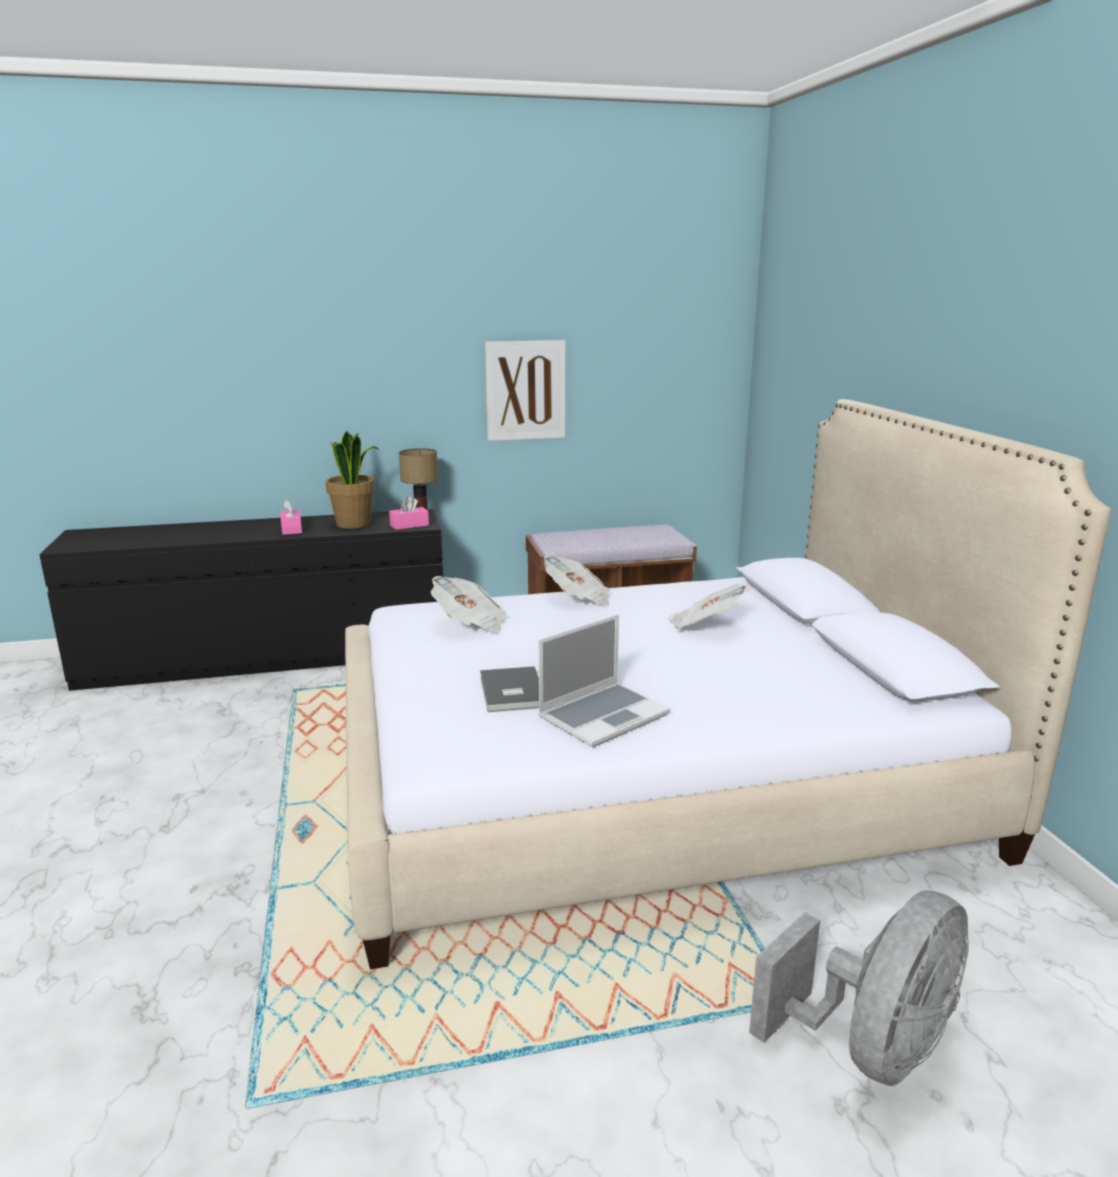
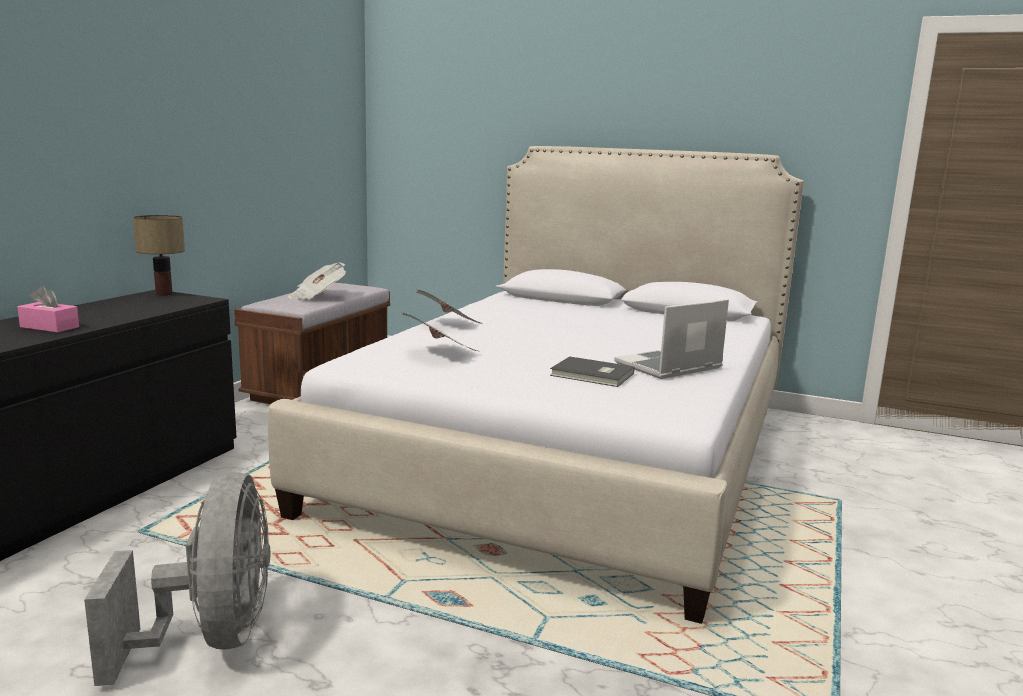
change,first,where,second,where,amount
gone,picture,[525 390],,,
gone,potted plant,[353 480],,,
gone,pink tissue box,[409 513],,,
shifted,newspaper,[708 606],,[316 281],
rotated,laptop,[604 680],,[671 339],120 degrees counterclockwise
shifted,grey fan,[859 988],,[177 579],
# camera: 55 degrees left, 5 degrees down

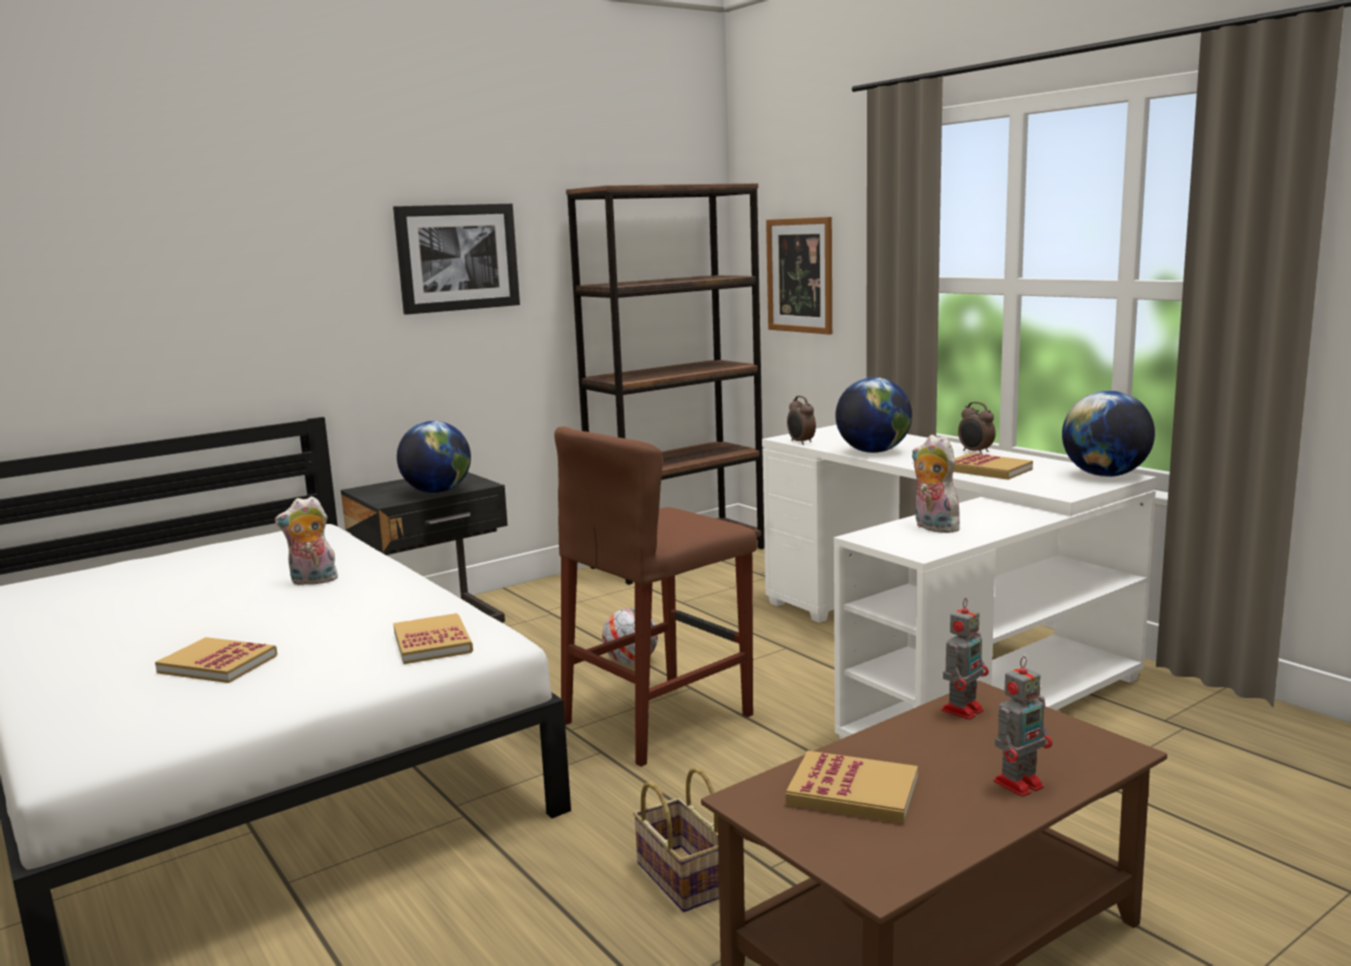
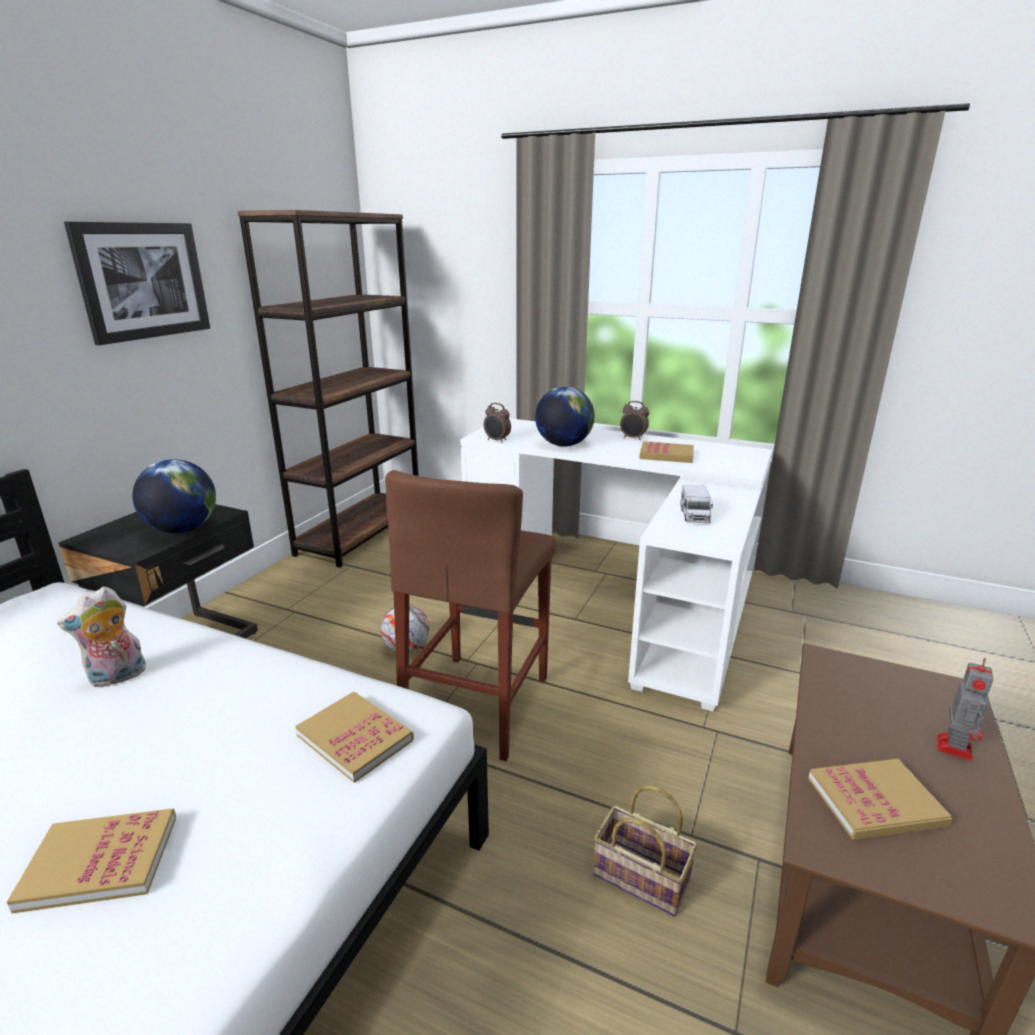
change,first,where,second,where,amount
gone,picture,[799 276],,,
gone,globe,[1108 433],,,
swapped,plush toy,[935 484],toy truck,[696 504],
gone,toy robot,[965 659],,,
# camera: 30 degrees left, 10 degrees up

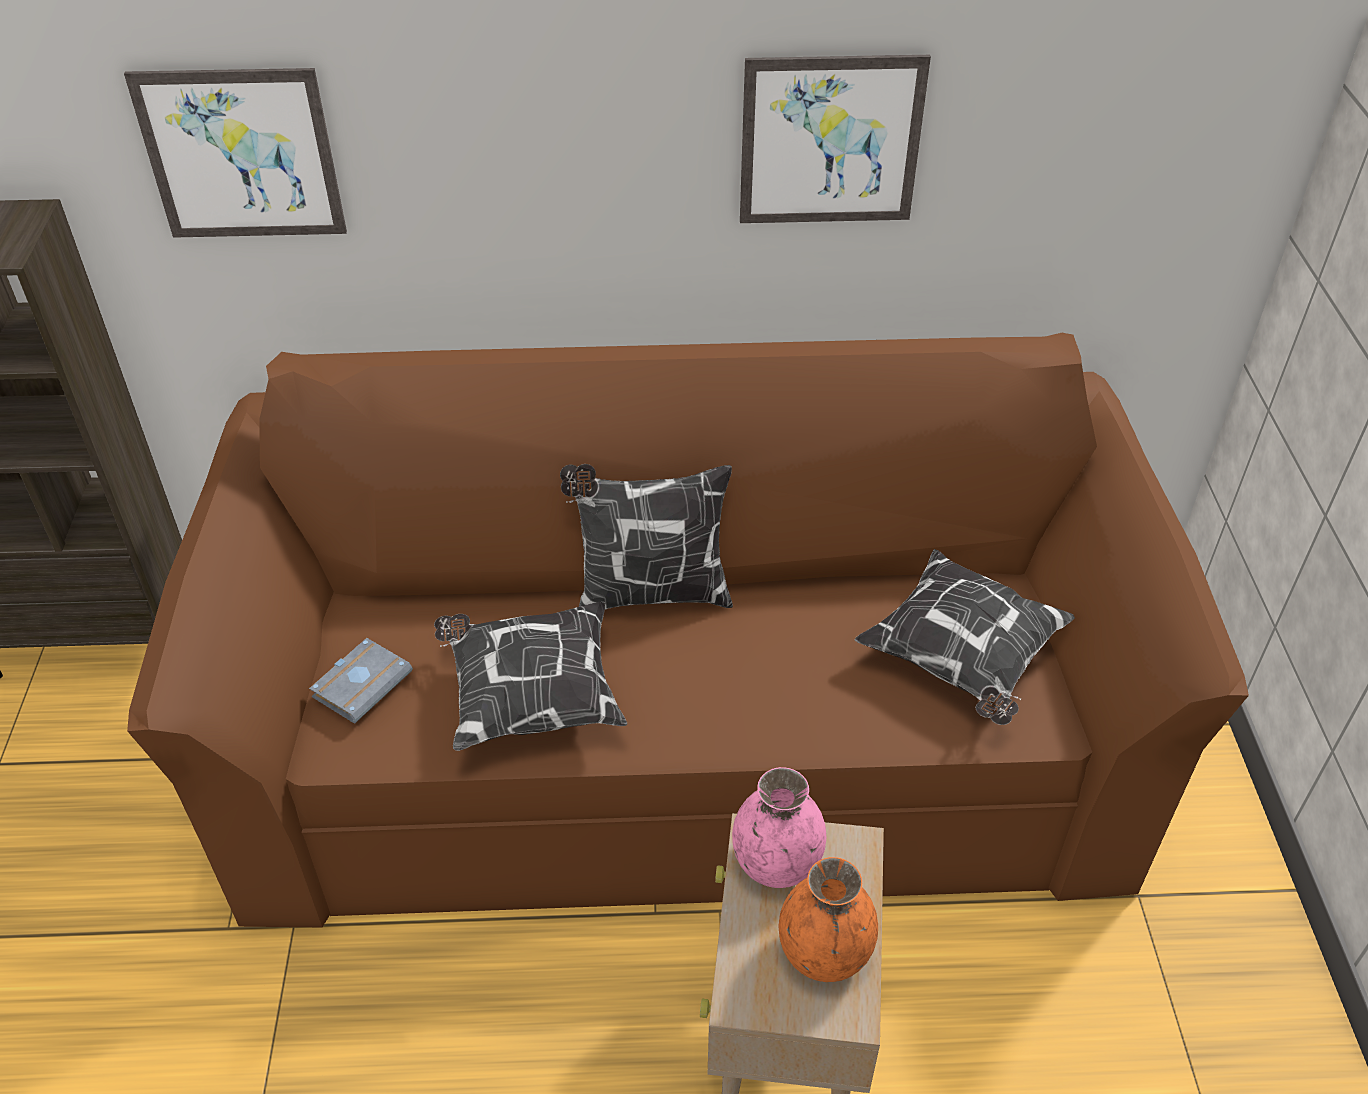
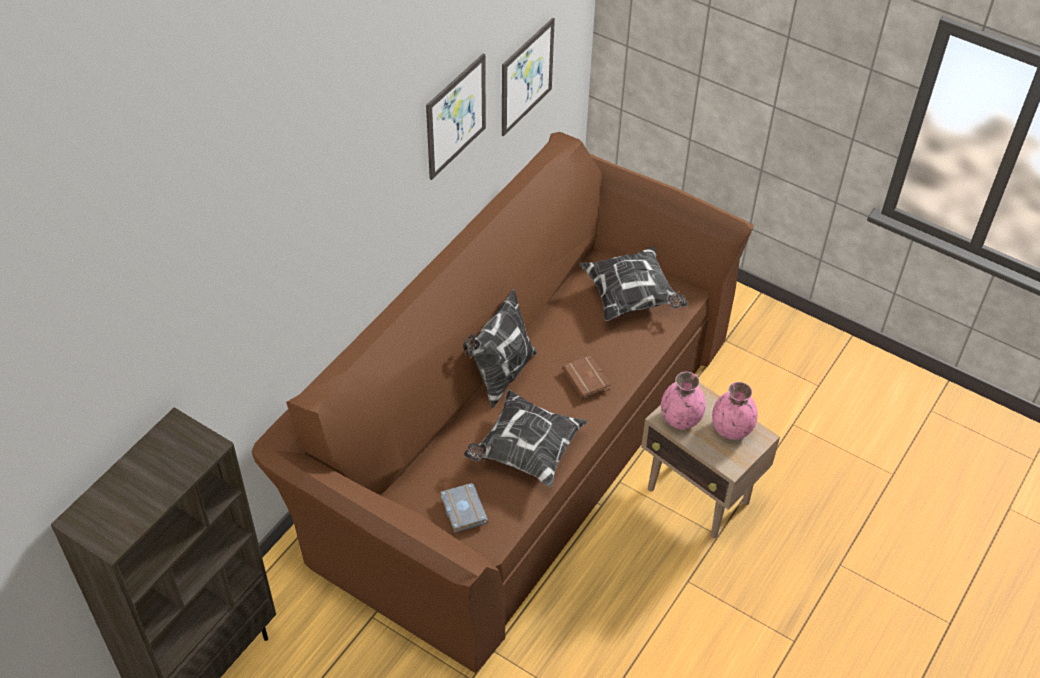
change,first,where,second,where,amount
shifted,picture,[235 153],,[528 77],
repainted,orange vase,[828 919],pink vase,[735 411],
new,,,brown book,[586 377],
# camera: 55 degrees left, 5 degrees up

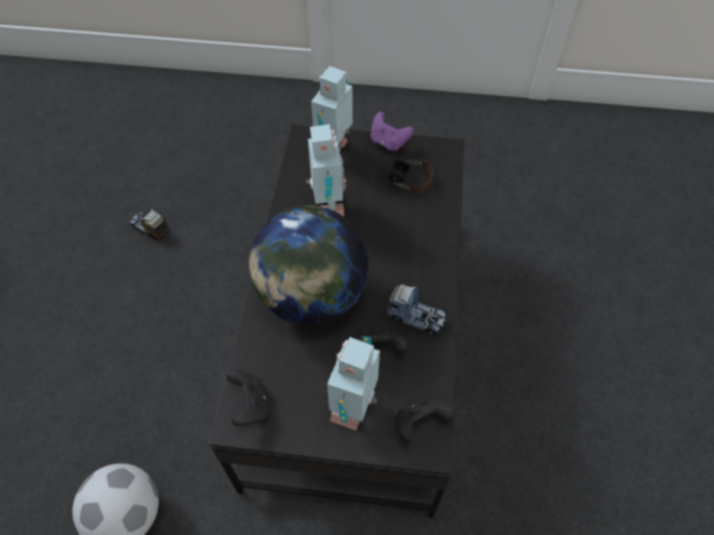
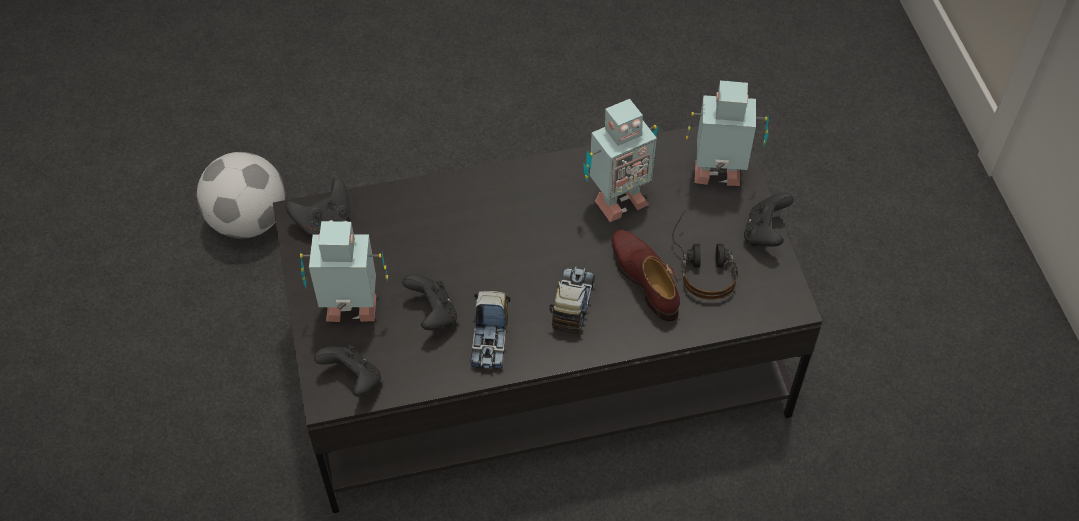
change,first,where,second,where,amount
repainted,purple game controller,[392 131],black game controller,[769 220],
gone,globe,[308 265],,,
shifted,toy truck,[150 224],,[572 300],
new,,,brown shoe,[645 275],
# camera: 70 degrees right, 0 degrees up

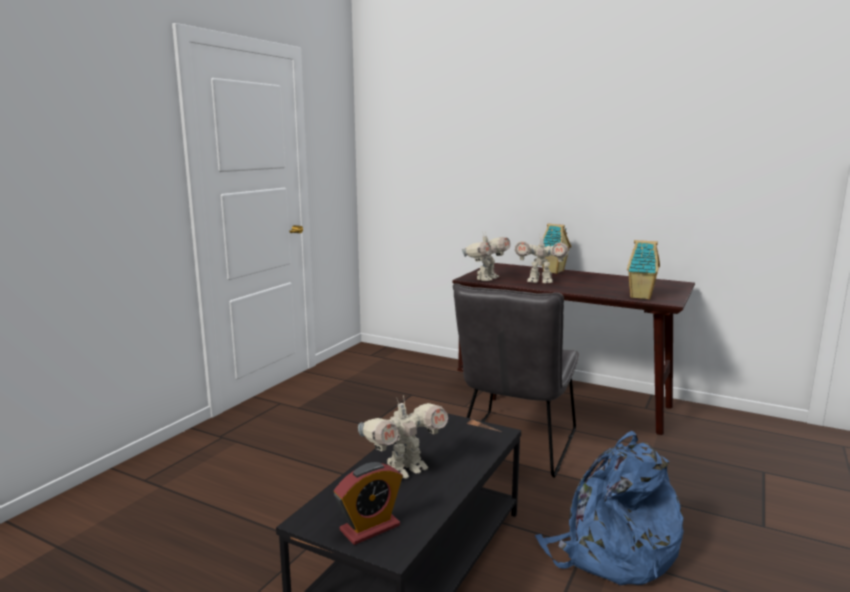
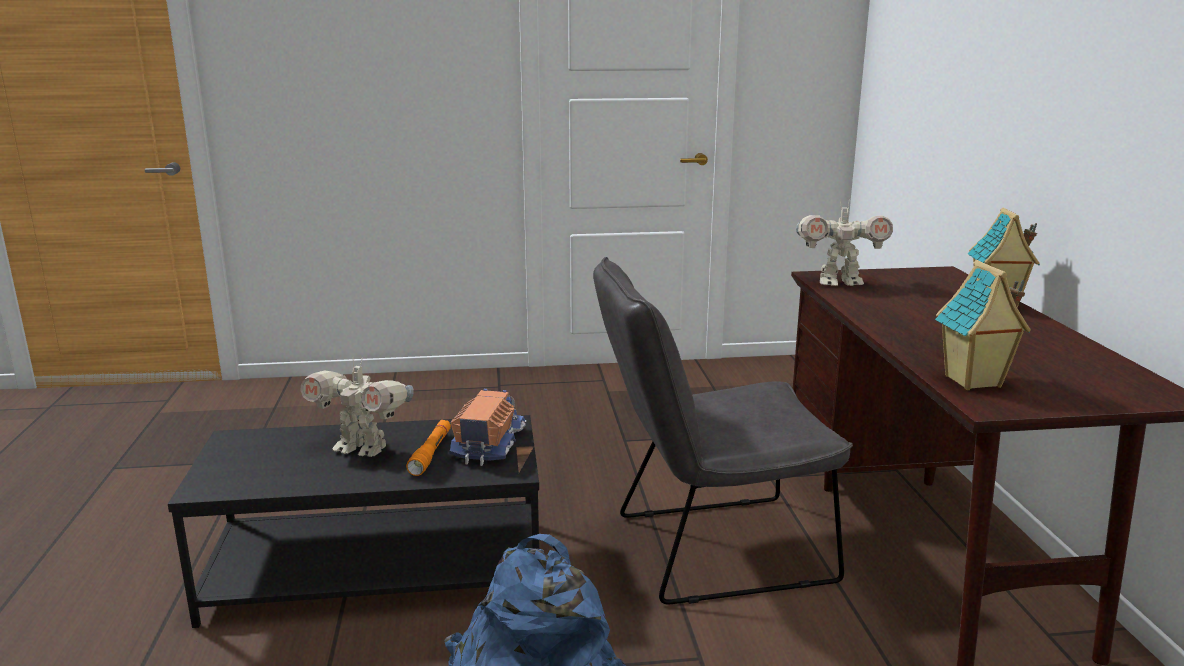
change,first,where,second,where,amount
gone,toy robot,[542 259],,,
gone,alarm clock,[368 503],,,
new,,,toy truck,[487 427],
new,,,orange flashlight,[428 448],
# camera: 55 degrees right, 5 degrees up

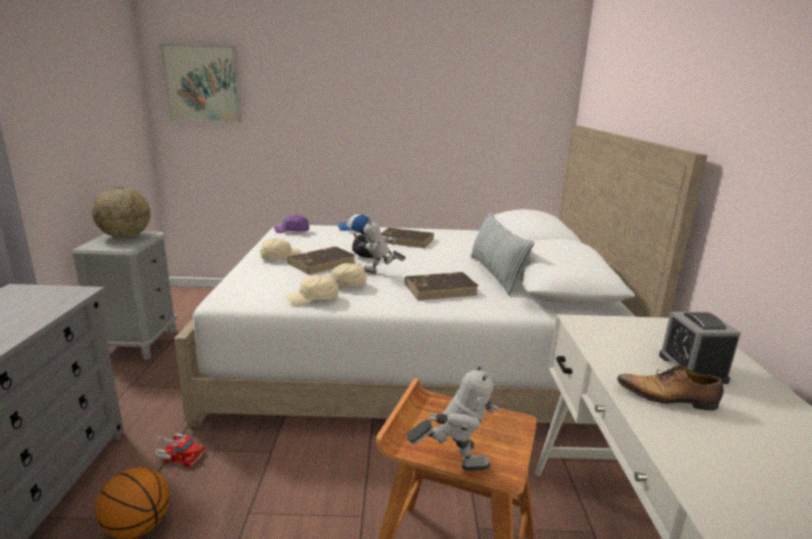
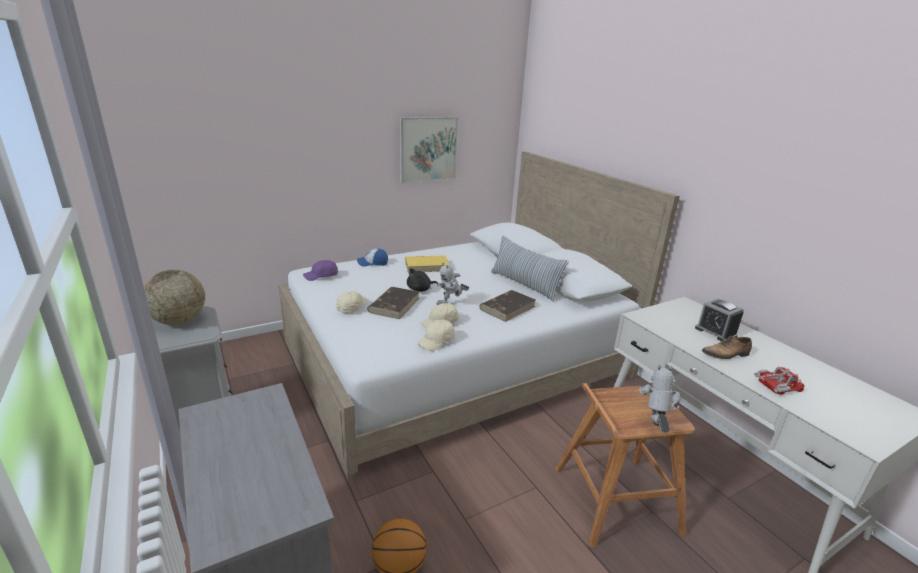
change,first,where,second,where,amount
shifted,picture,[201 83],,[429 150],
repainted,brown book,[407 238],yellow book,[427 264],
rotated,toy robot,[452 417],,[660 399],45 degrees counterclockwise
shifted,toy truck,[180 450],,[779 381],
# camera: 30 degrees left, 5 degrees up

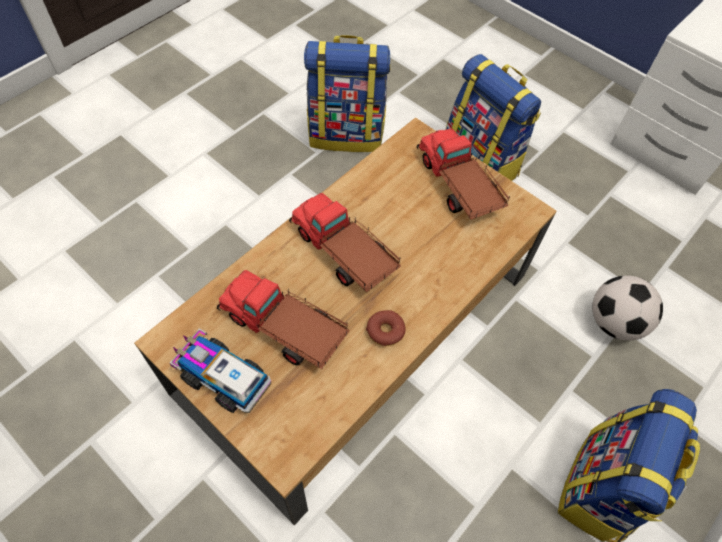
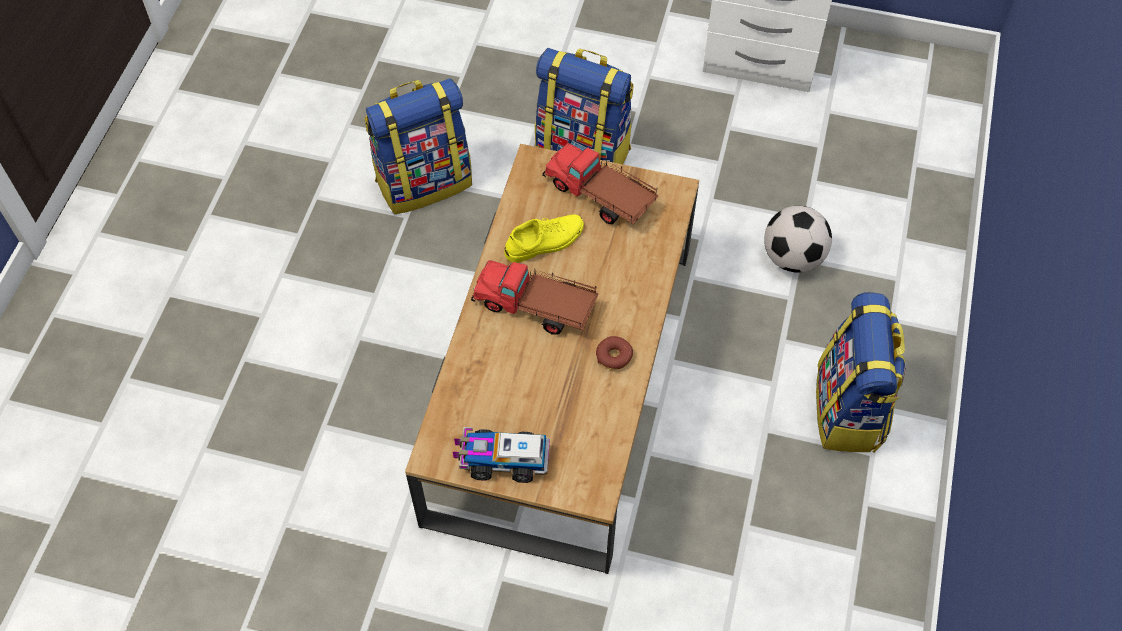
change,first,where,second,where,amount
gone,toy truck,[283 319],,,
new,,,yellow shoe,[544 238],
# camera: 25 degrees left, 0 degrees up

